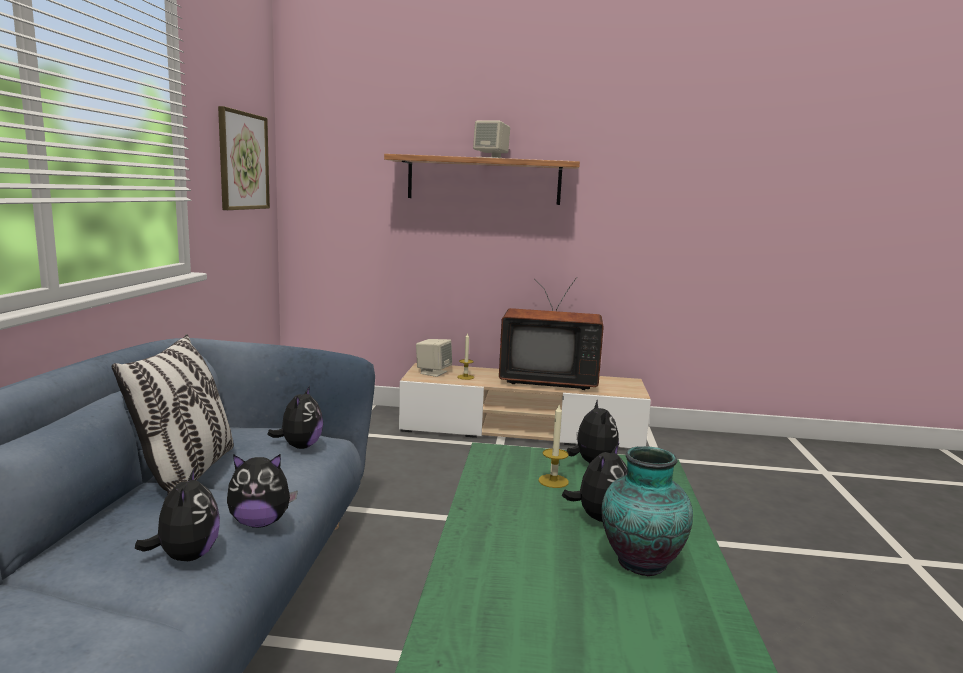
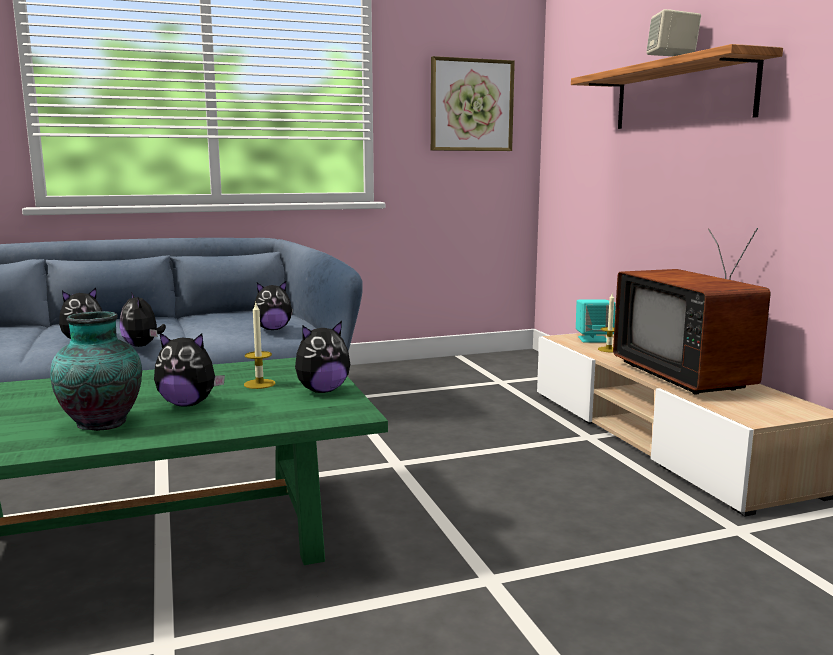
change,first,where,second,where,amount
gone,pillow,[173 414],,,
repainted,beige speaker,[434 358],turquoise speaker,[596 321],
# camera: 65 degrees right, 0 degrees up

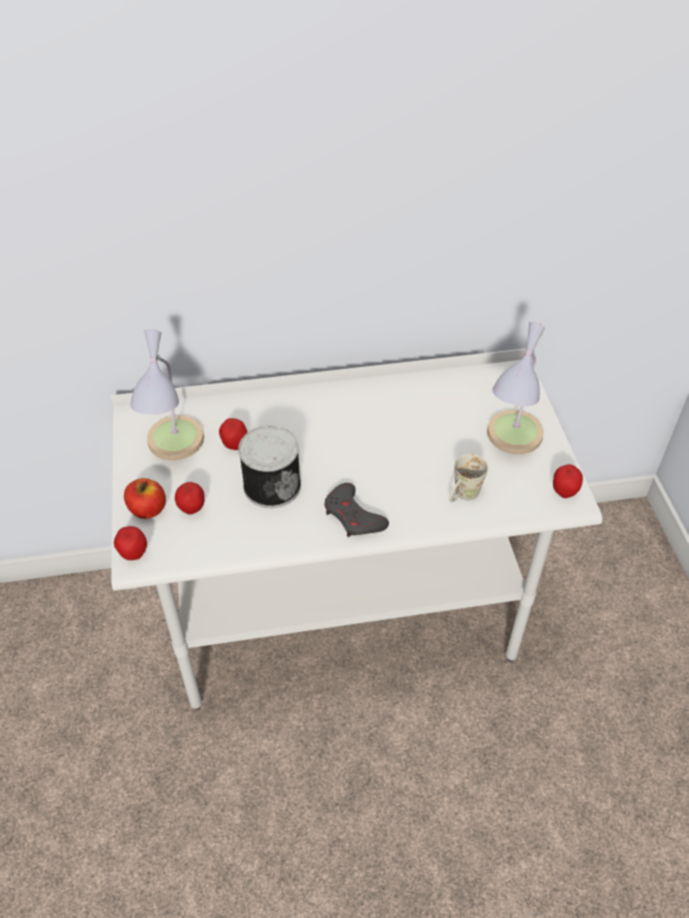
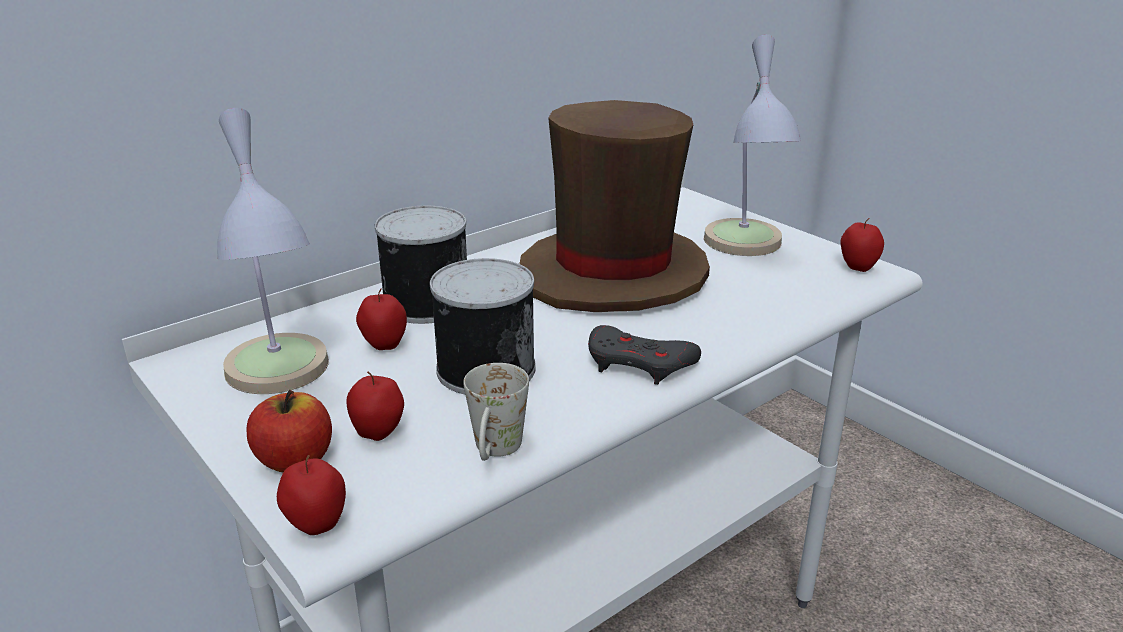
change,first,where,second,where,amount
shifted,white mug,[468 478],,[496 412],
new,,,brown hat,[614 206],
new,,,can,[421 265],
# camera: 30 degrees left, 20 degrees down

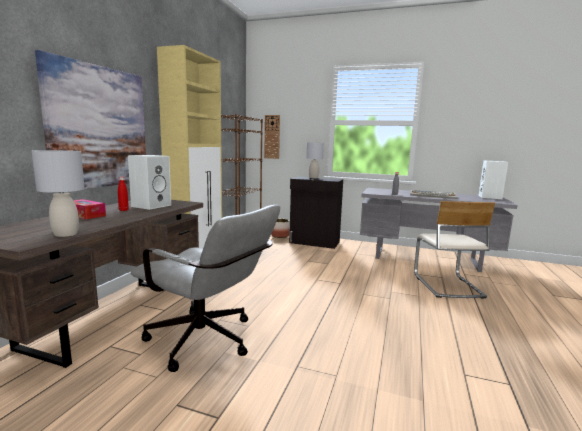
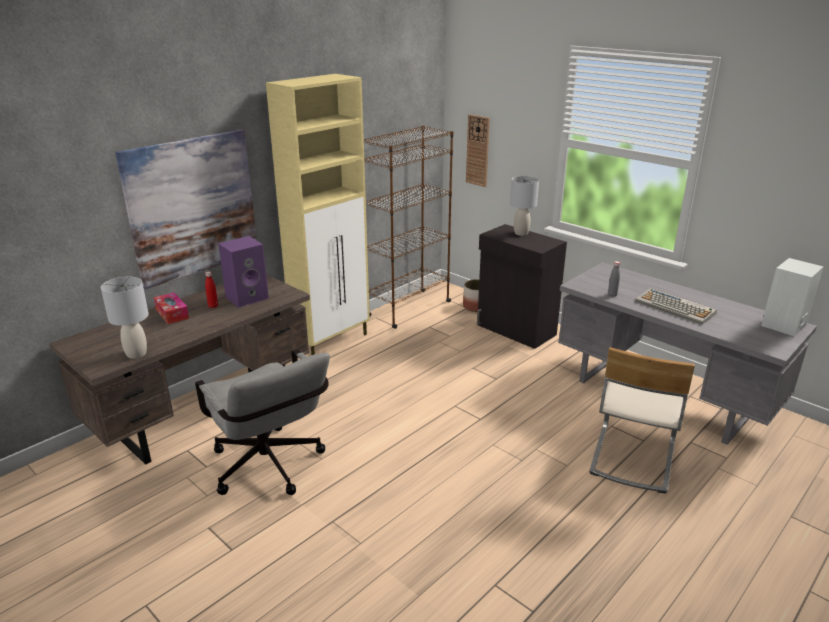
change,first,where,second,where,amount
repainted,white speaker,[149 182],purple speaker,[243 272],
# camera: 25 degrees right, 15 degrees up

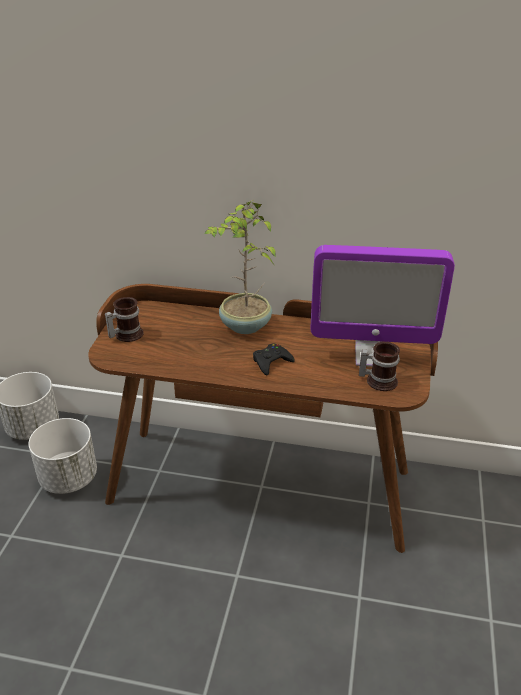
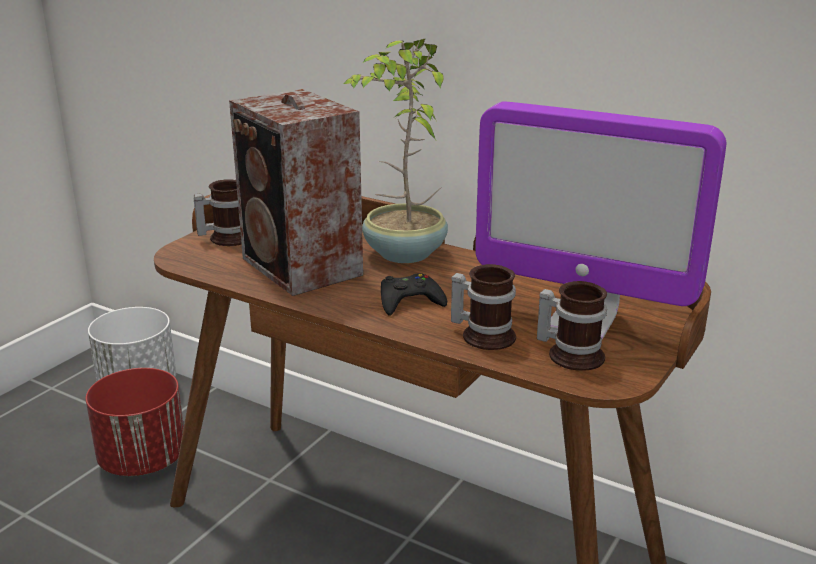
change,first,where,second,where,amount
repainted,white planter,[62 456],red planter,[135 422],
new,,,speaker,[296 192],
new,,,mug,[483 307],
# camera: 20 degrees right, 10 degrees down

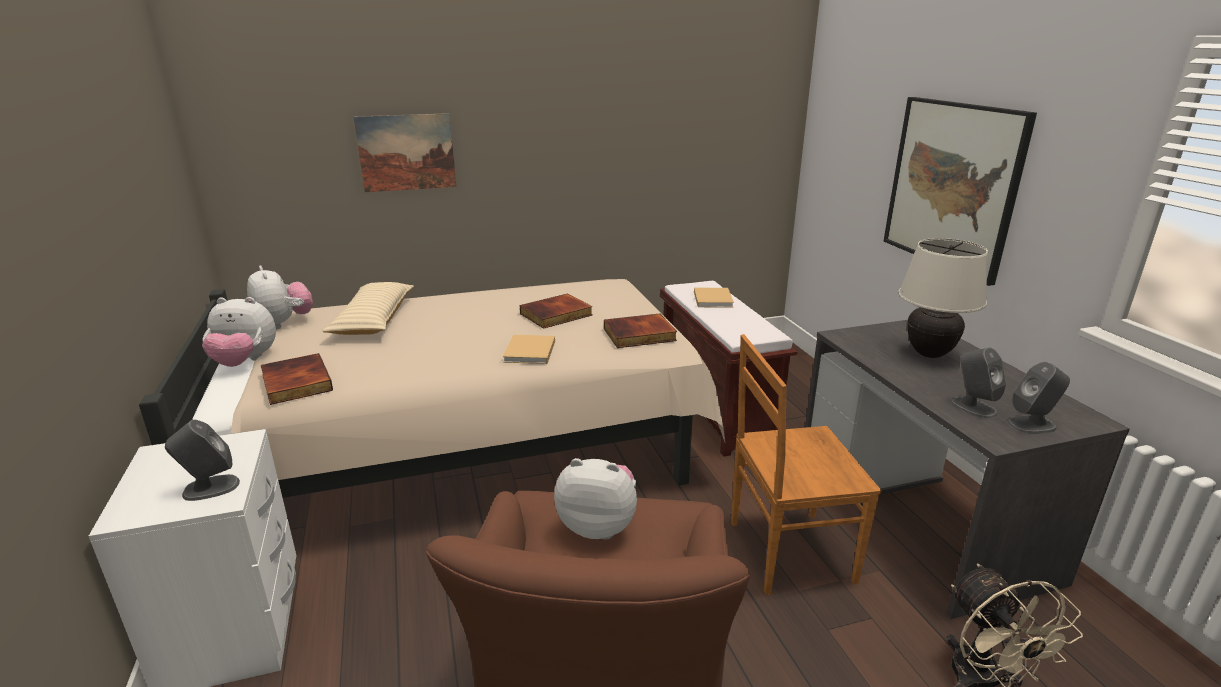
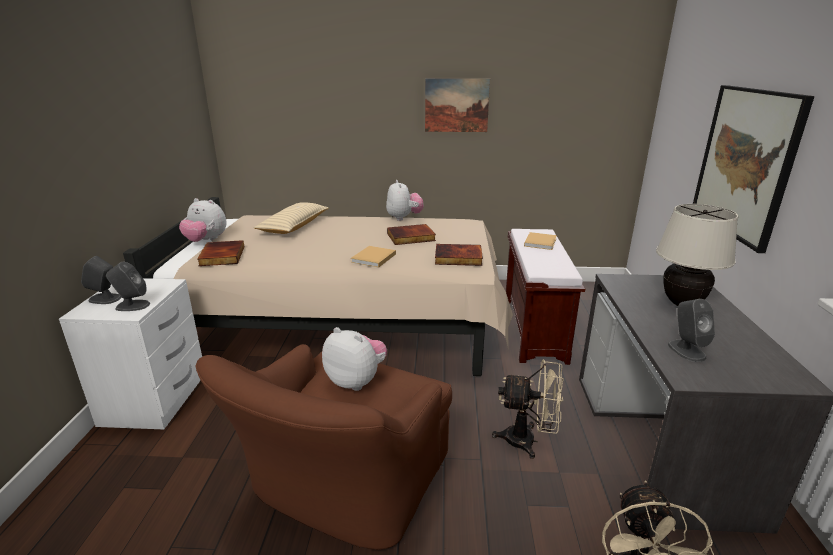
change,first,where,second,where,amount
shifted,picture,[405 152],,[457 105],
shifted,plush toy,[280 298],,[405 200],
swapped,brown chair,[806 464],beige fan,[528 409],
shifted,grey speaker,[1038 398],,[101 280],
# camera: 20 degrees right, 0 degrees up

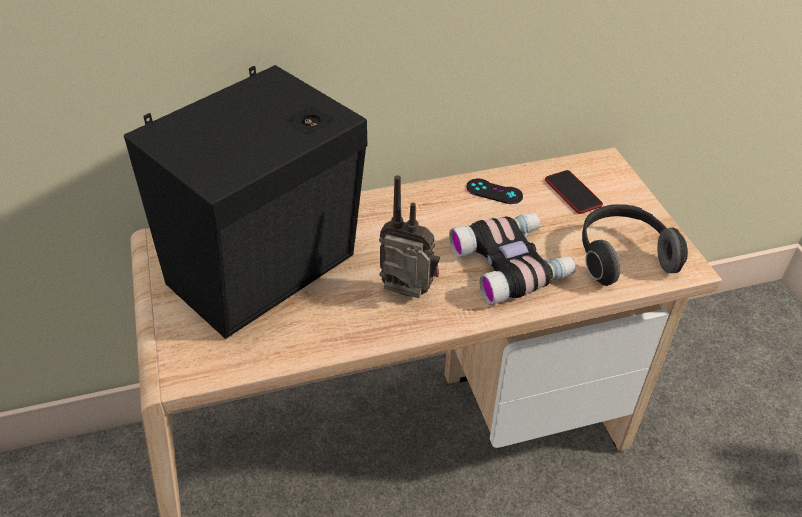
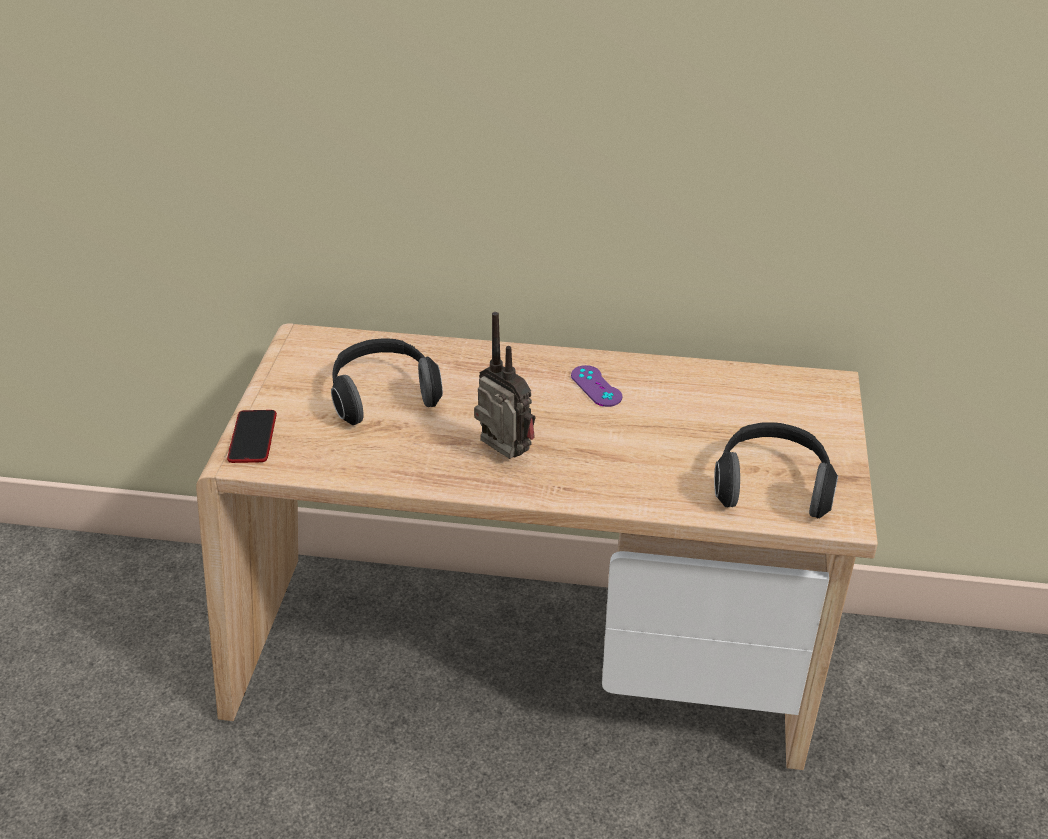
change,first,where,second,where,amount
swapped,black speaker,[245 202],headphones,[387 381],
shifted,phone,[574 192],,[252 436],
gone,black game controller,[494 191],,,
gone,binoculars,[512 259],,,
new,,,purple game controller,[596 386],
# camera: 25 degrees right, 5 degrees down

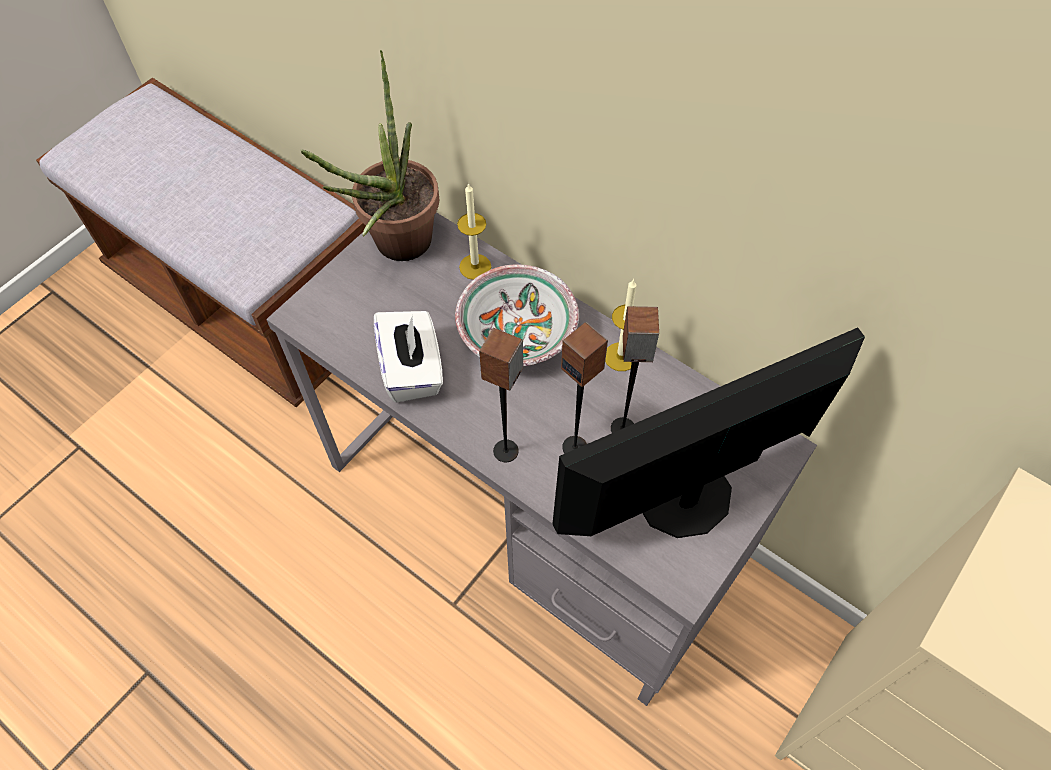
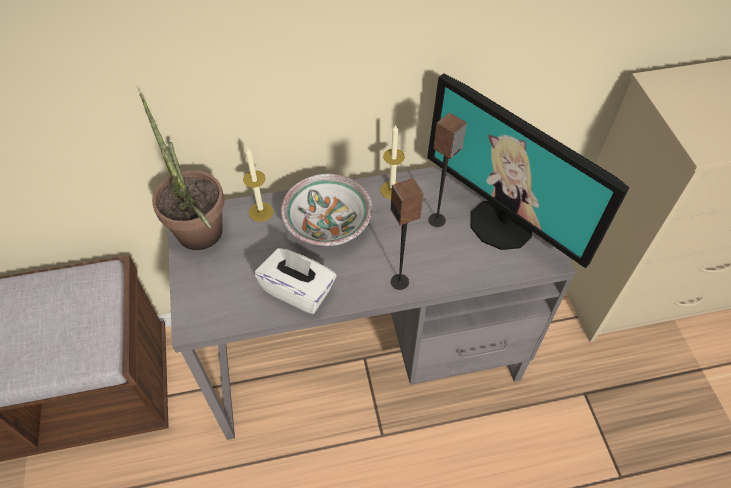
change,first,where,second,where,amount
gone,speaker,[584 387],,,
rotated,monitor,[708 433],,[528 170],60 degrees counterclockwise
# camera: 50 degrees left, 5 degrees down

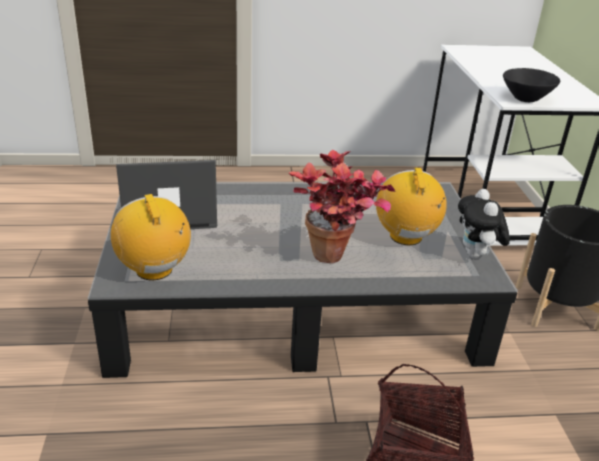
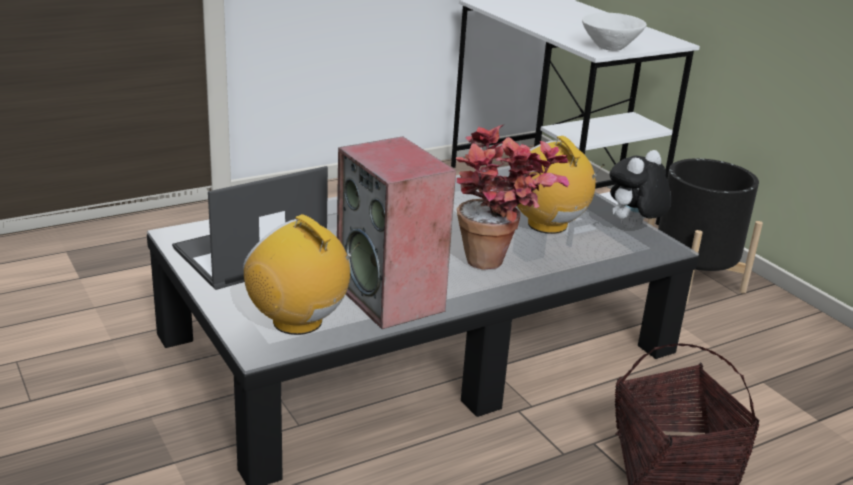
change,first,where,second,where,amount
repainted,black bowl,[531 85],white bowl,[614 32],
rotated,plush toy,[484 223],,[640 189],75 degrees clockwise
new,,,speaker,[396 233],
# camera: 25 degrees left, 5 degrees down

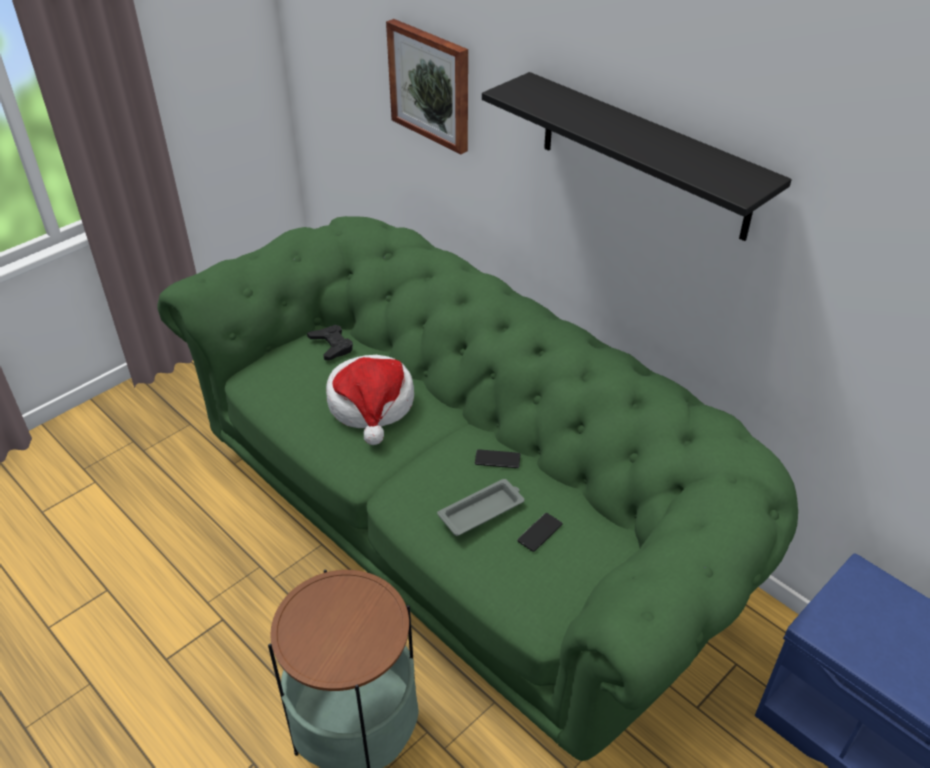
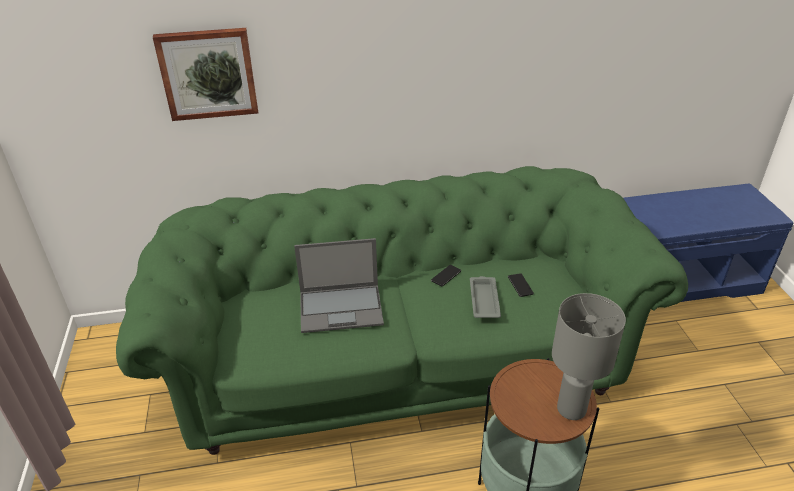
change,first,where,second,where,amount
gone,black shelf,[637 156],,,
gone,black game controller,[330 342],,,
swapped,hat,[370 400],laptop,[339 285],
new,,,grey table lamp,[589 356],
# camera: 55 degrees left, 5 degrees down

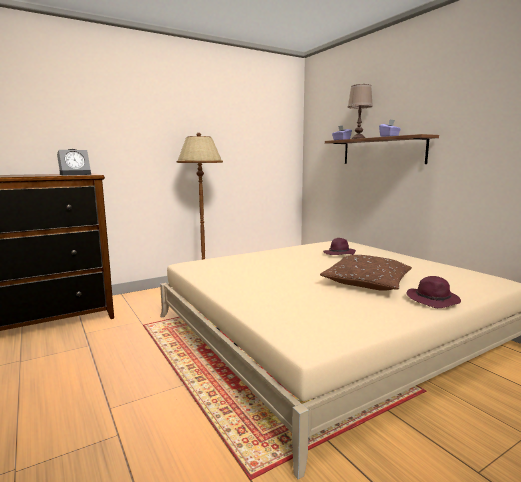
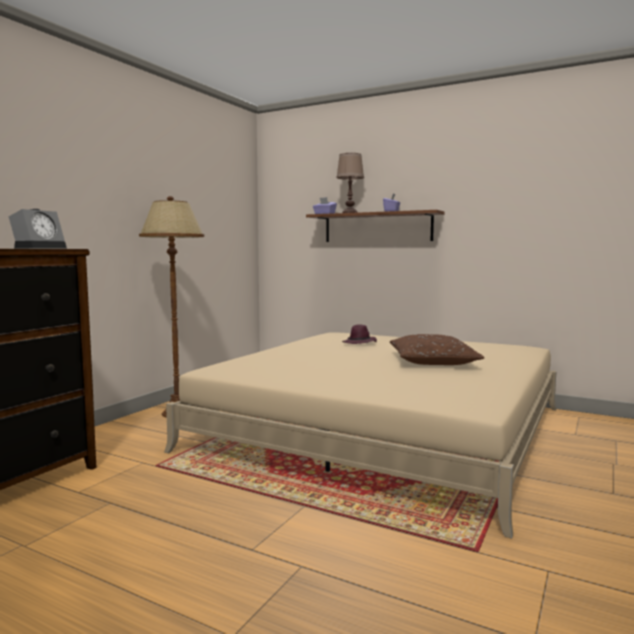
change,first,where,second,where,amount
gone,purple hat,[434 292],,,
# camera: 30 degrees left, 5 degrees down

